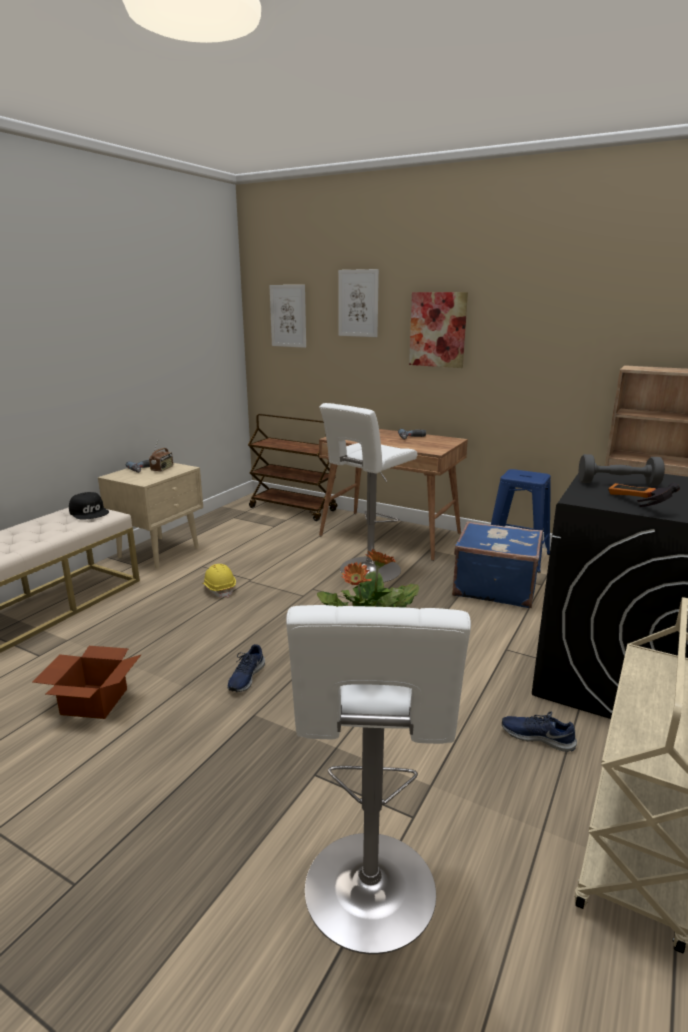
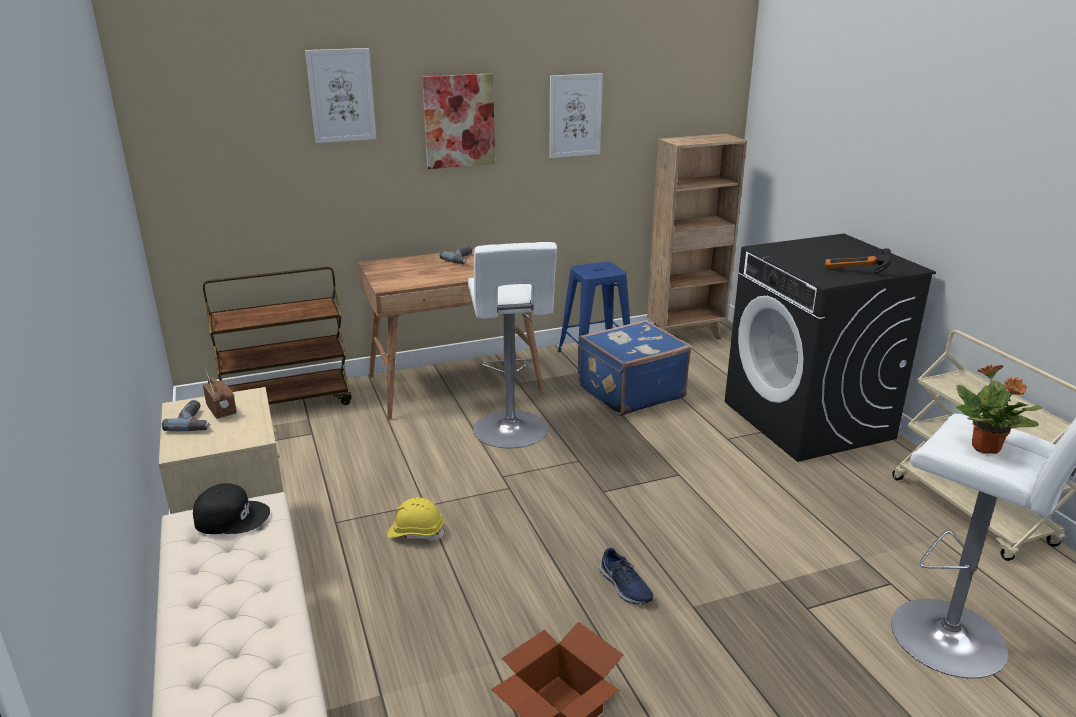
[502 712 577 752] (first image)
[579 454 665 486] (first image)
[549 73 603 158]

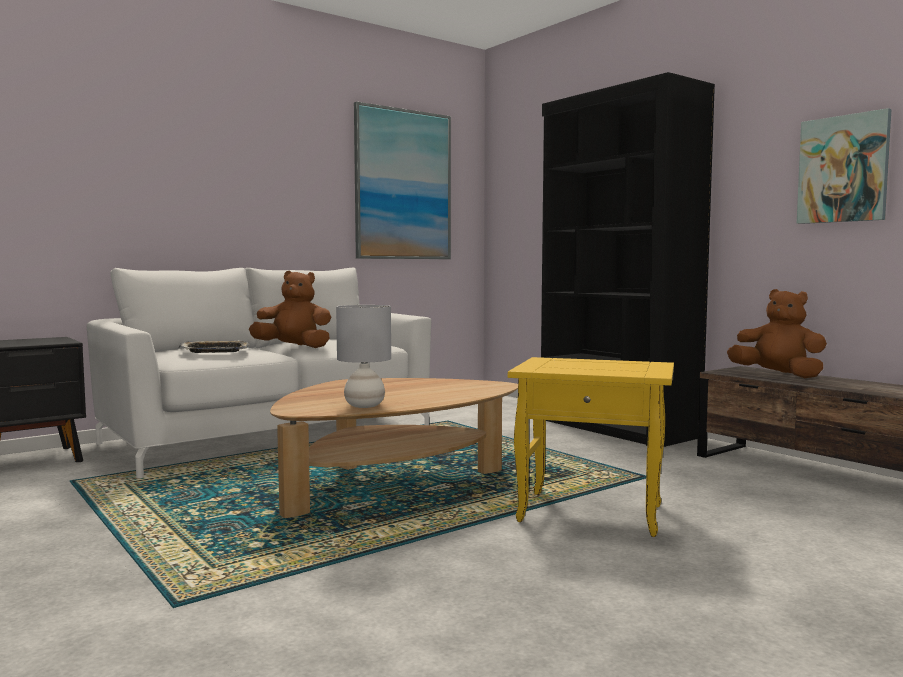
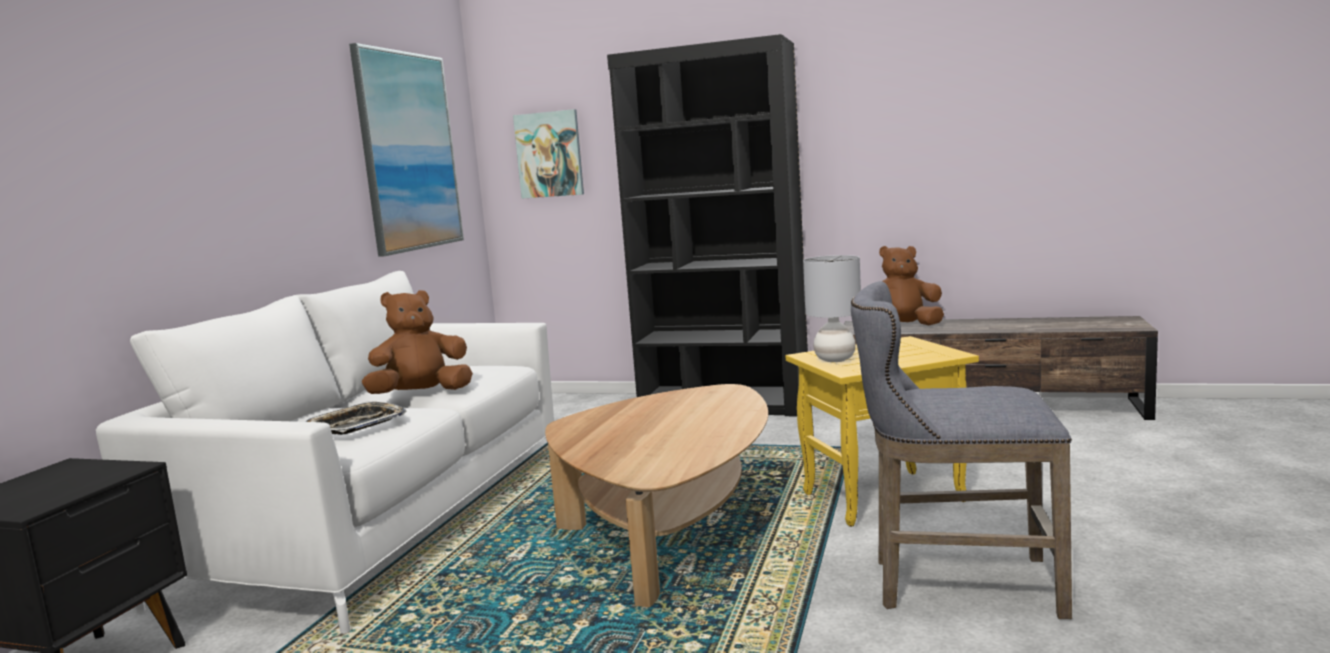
[851 281 1072 619]
[803 255 861 362]
[513 109 584 199]

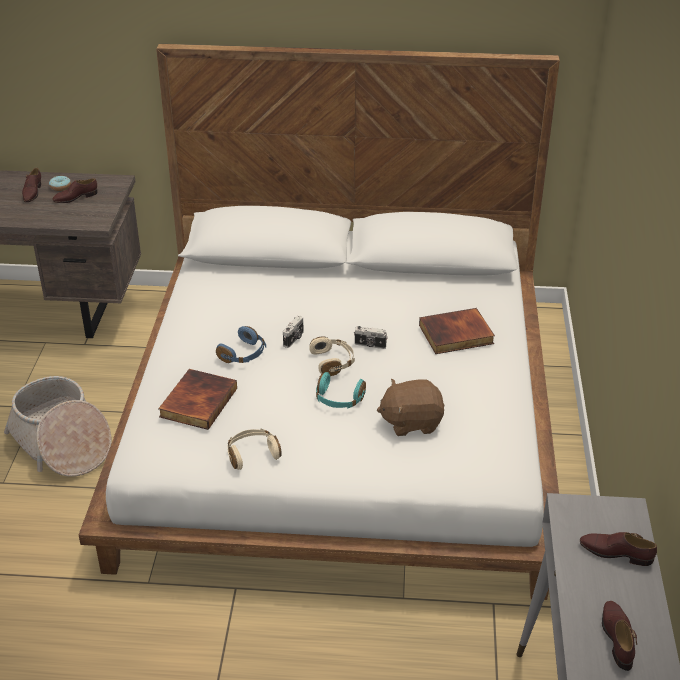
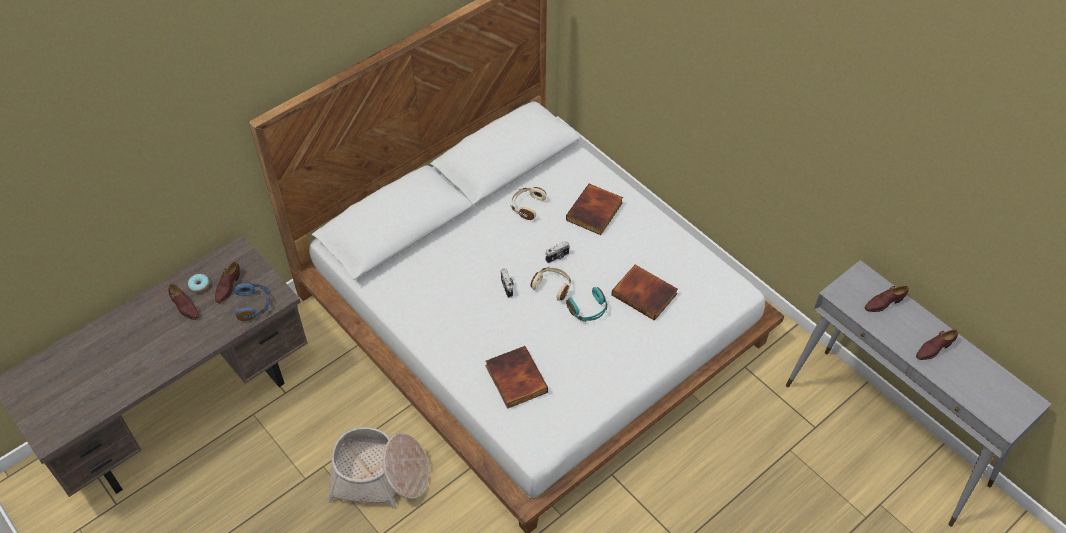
[234 282 270 321]
[510 187 546 220]
[612 264 678 321]
[916 329 958 360]

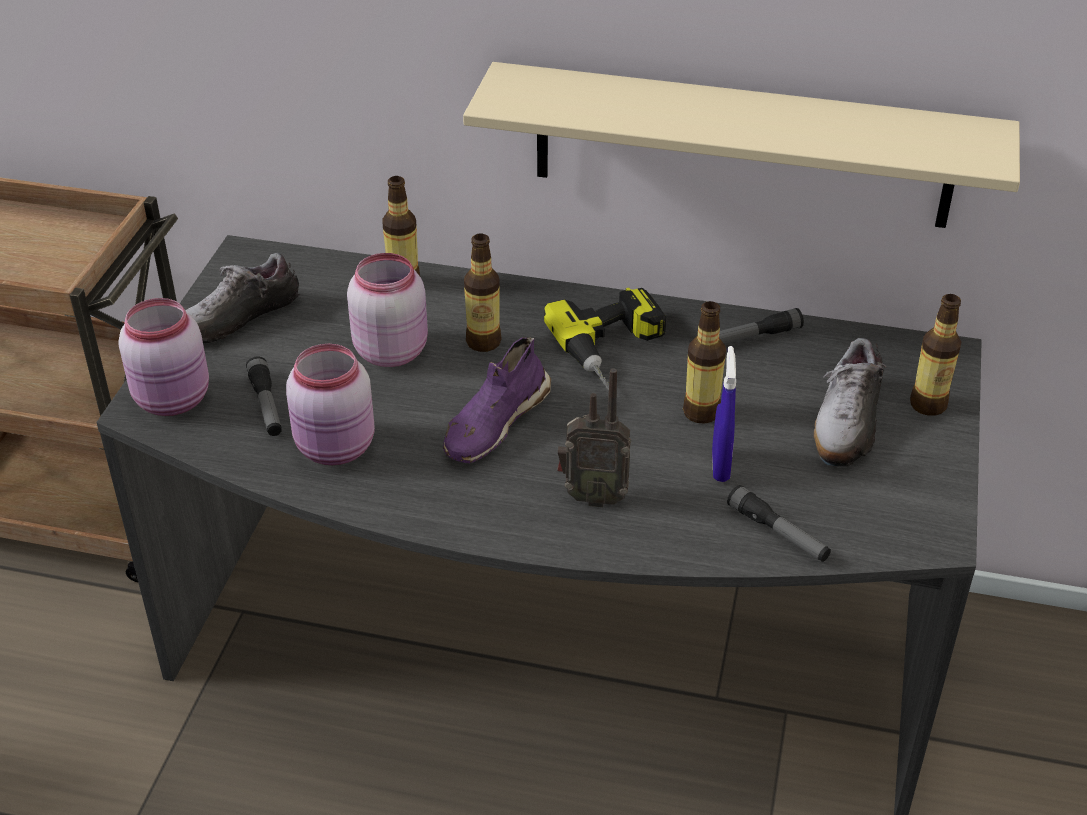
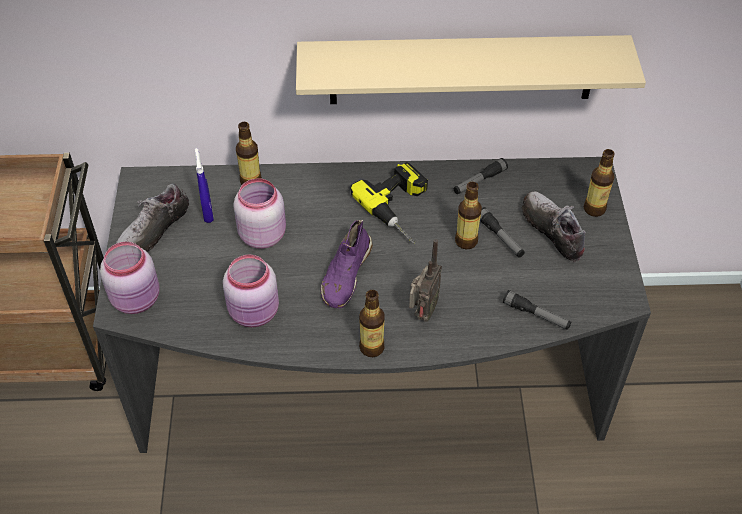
[480 207 525 258]
[359 290 385 357]
[195 148 214 223]
[409 239 442 322]
[521 191 586 262]

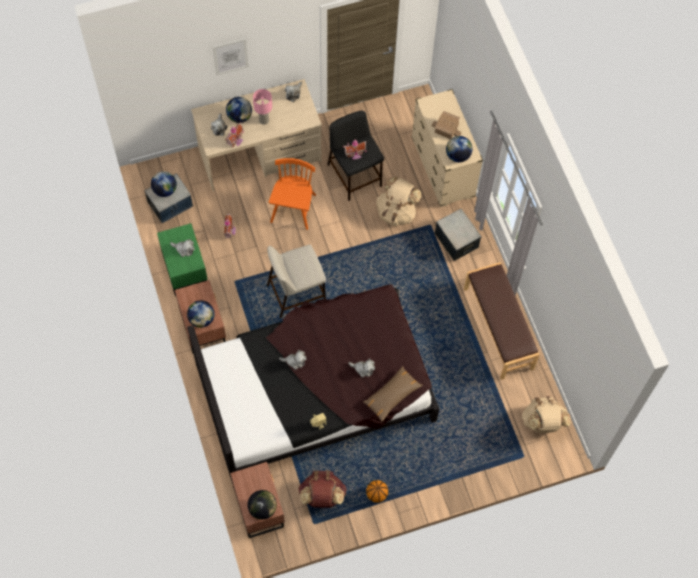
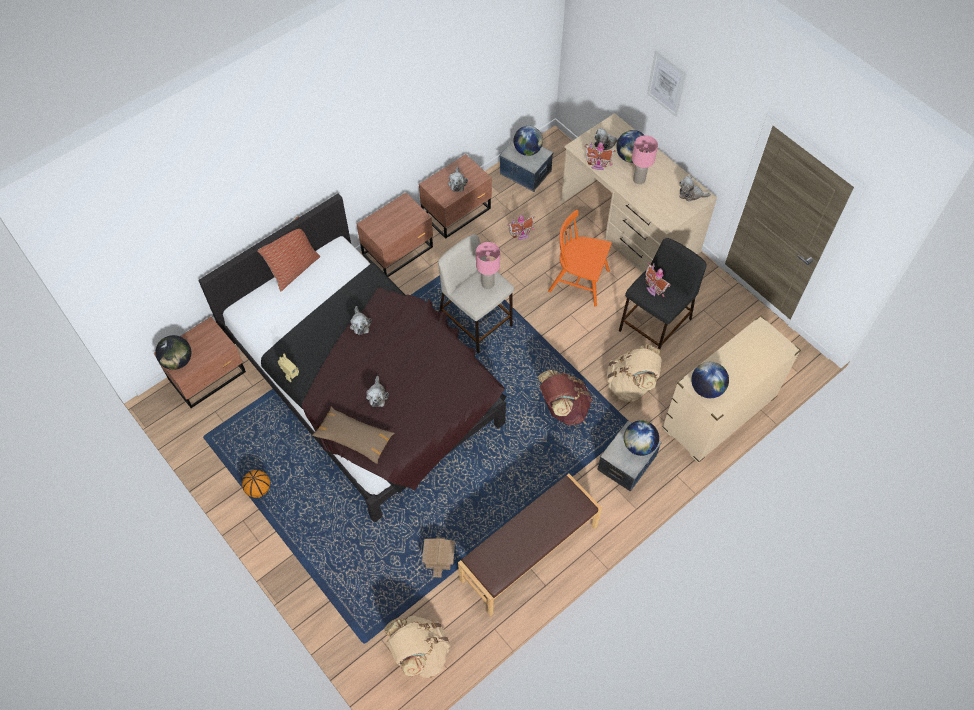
[257 216 320 291]
[476 242 500 289]
[624 420 659 456]
[538 370 592 425]
[422 537 455 578]
[419 154 492 239]
[548 209 612 307]

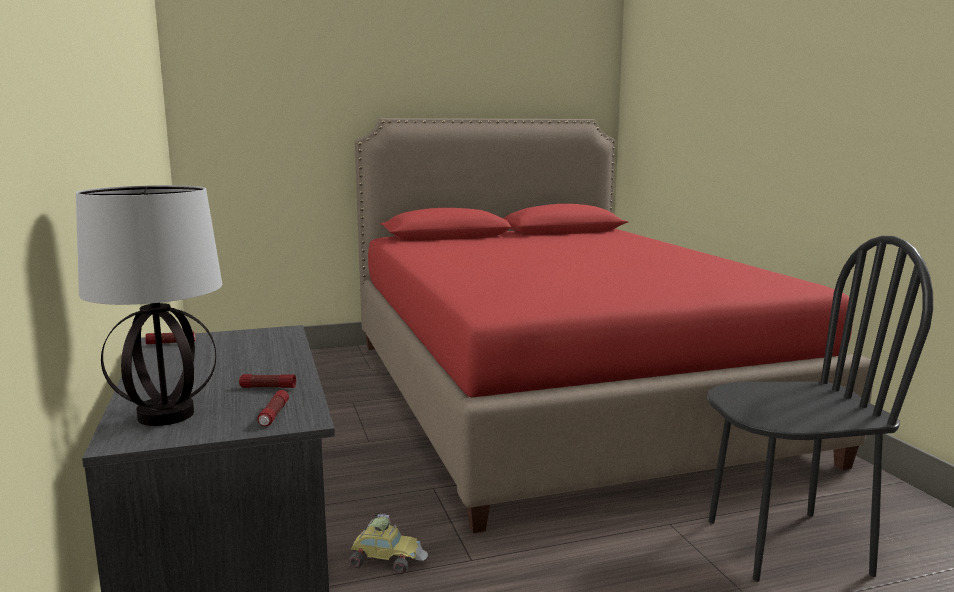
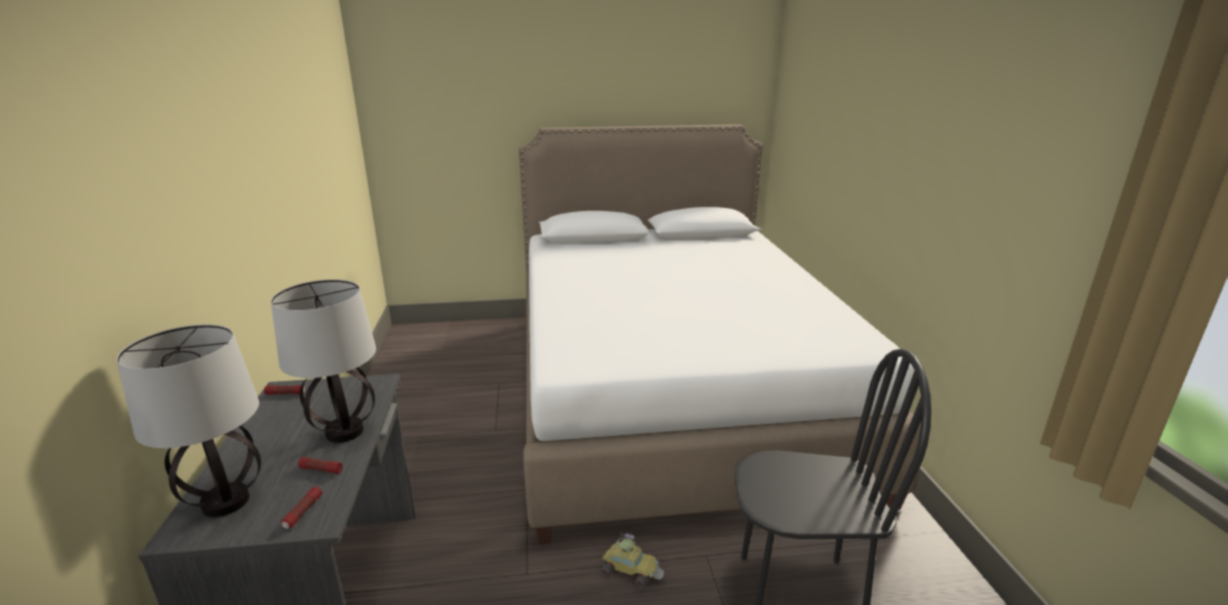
[271 279 376 443]
[600 533 664 588]
[519 124 921 545]

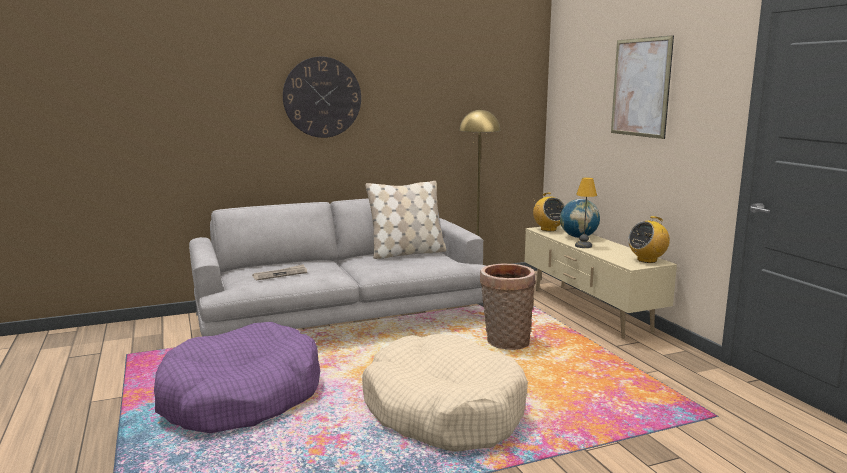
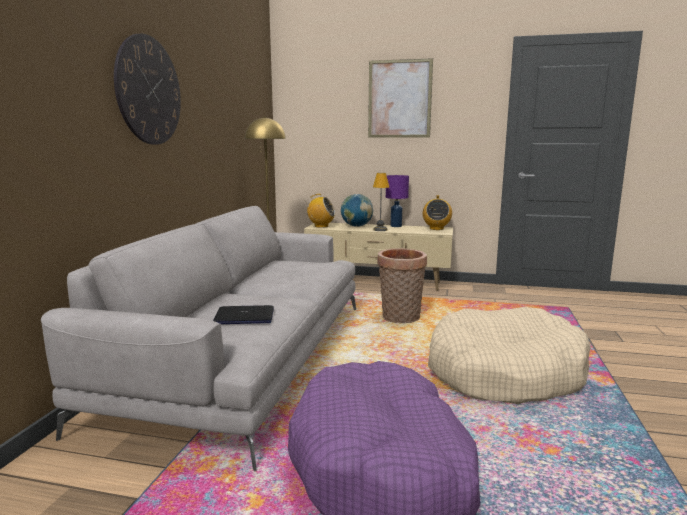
[365 181 446 259] (first image)
[386 175 409 227]
[213 305 274 324]

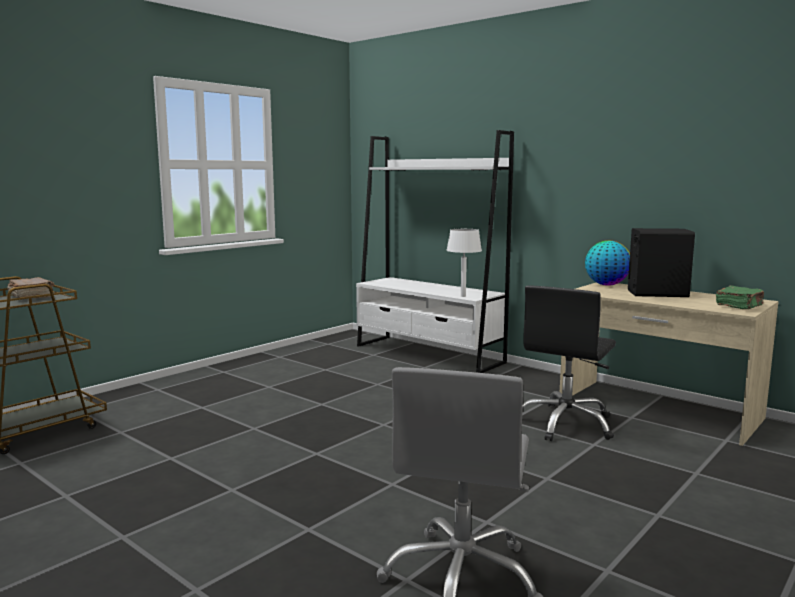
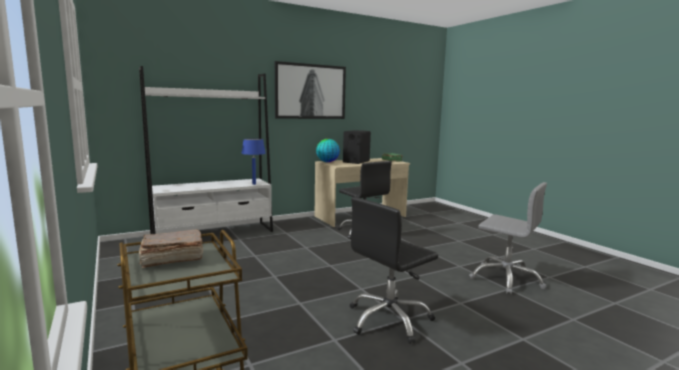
[275 61 346 119]
[350 197 438 344]
[241 139 266 185]

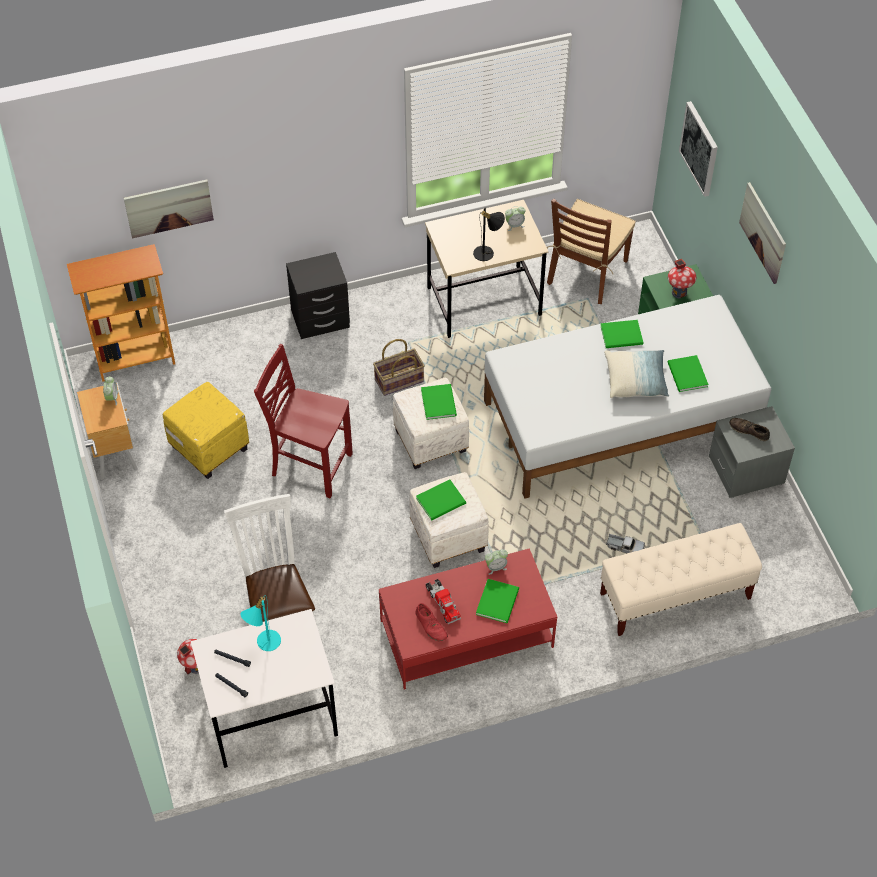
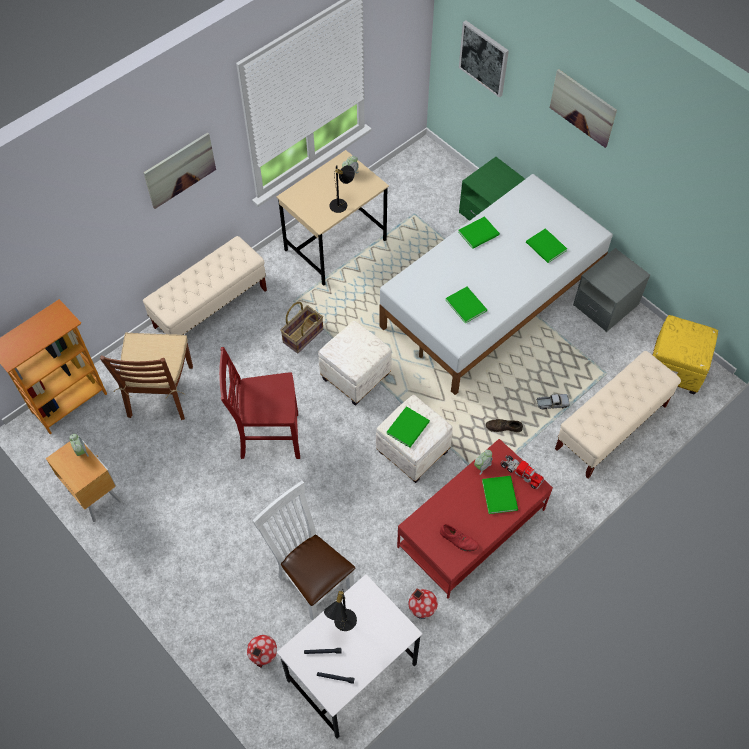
[604 350 669 398] (first image)
[143 132 216 209]
[653 315 718 395]
[446 287 487 323]
[500 454 544 489]
[100 333 193 420]
[409 588 438 619]
[486 419 523 432]
[143 236 267 335]
[324 591 357 631]

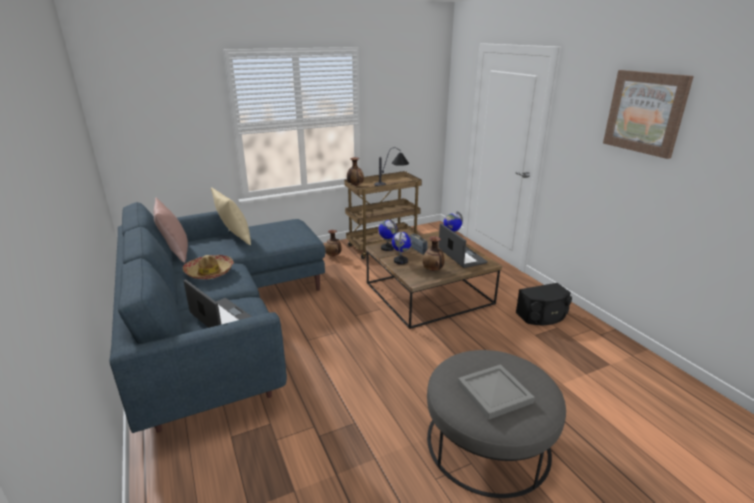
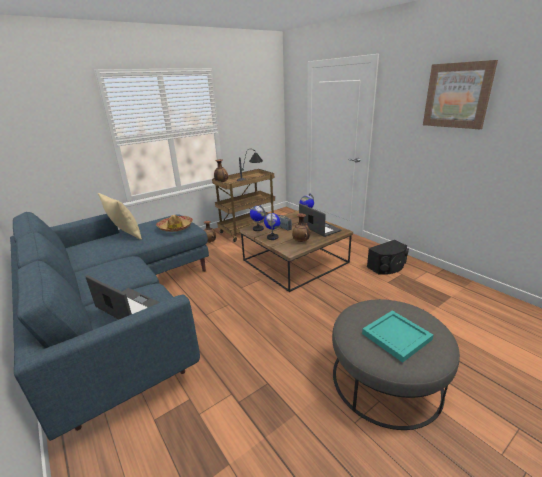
[154 198 188 263] (first image)
[156 215 193 232]
[362 311 433 363]

